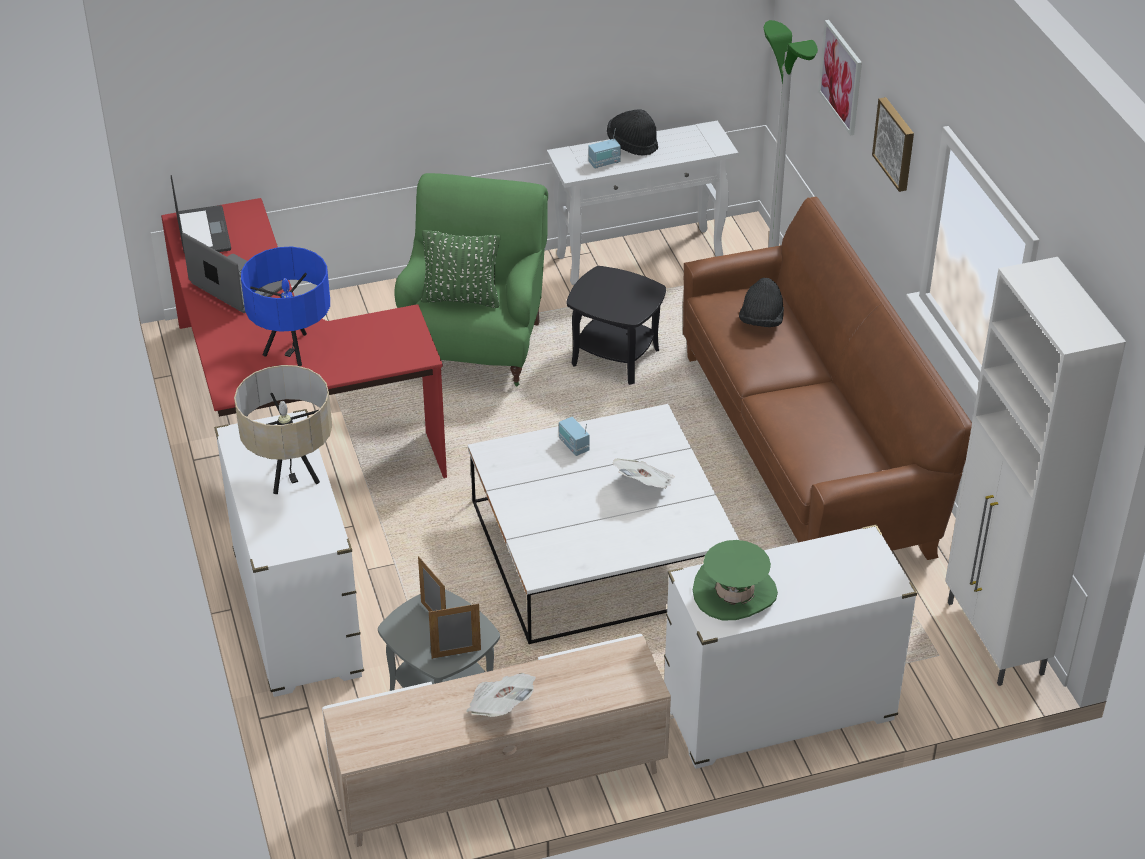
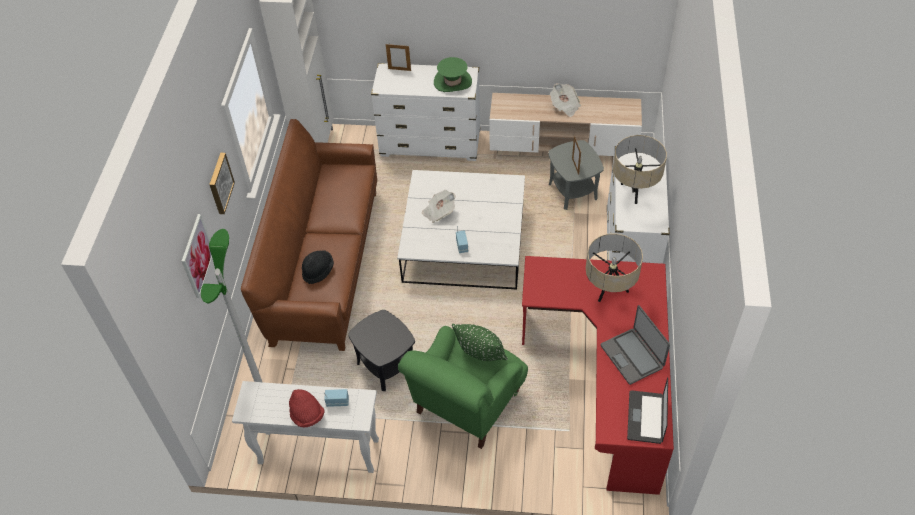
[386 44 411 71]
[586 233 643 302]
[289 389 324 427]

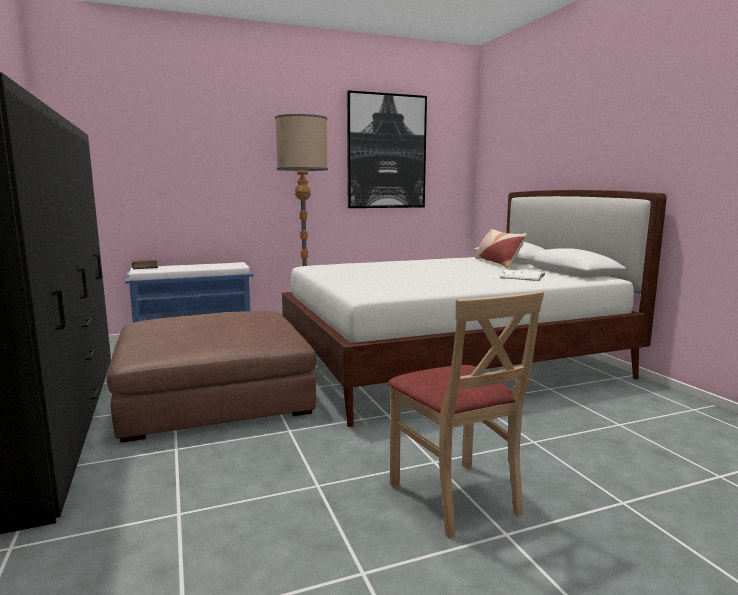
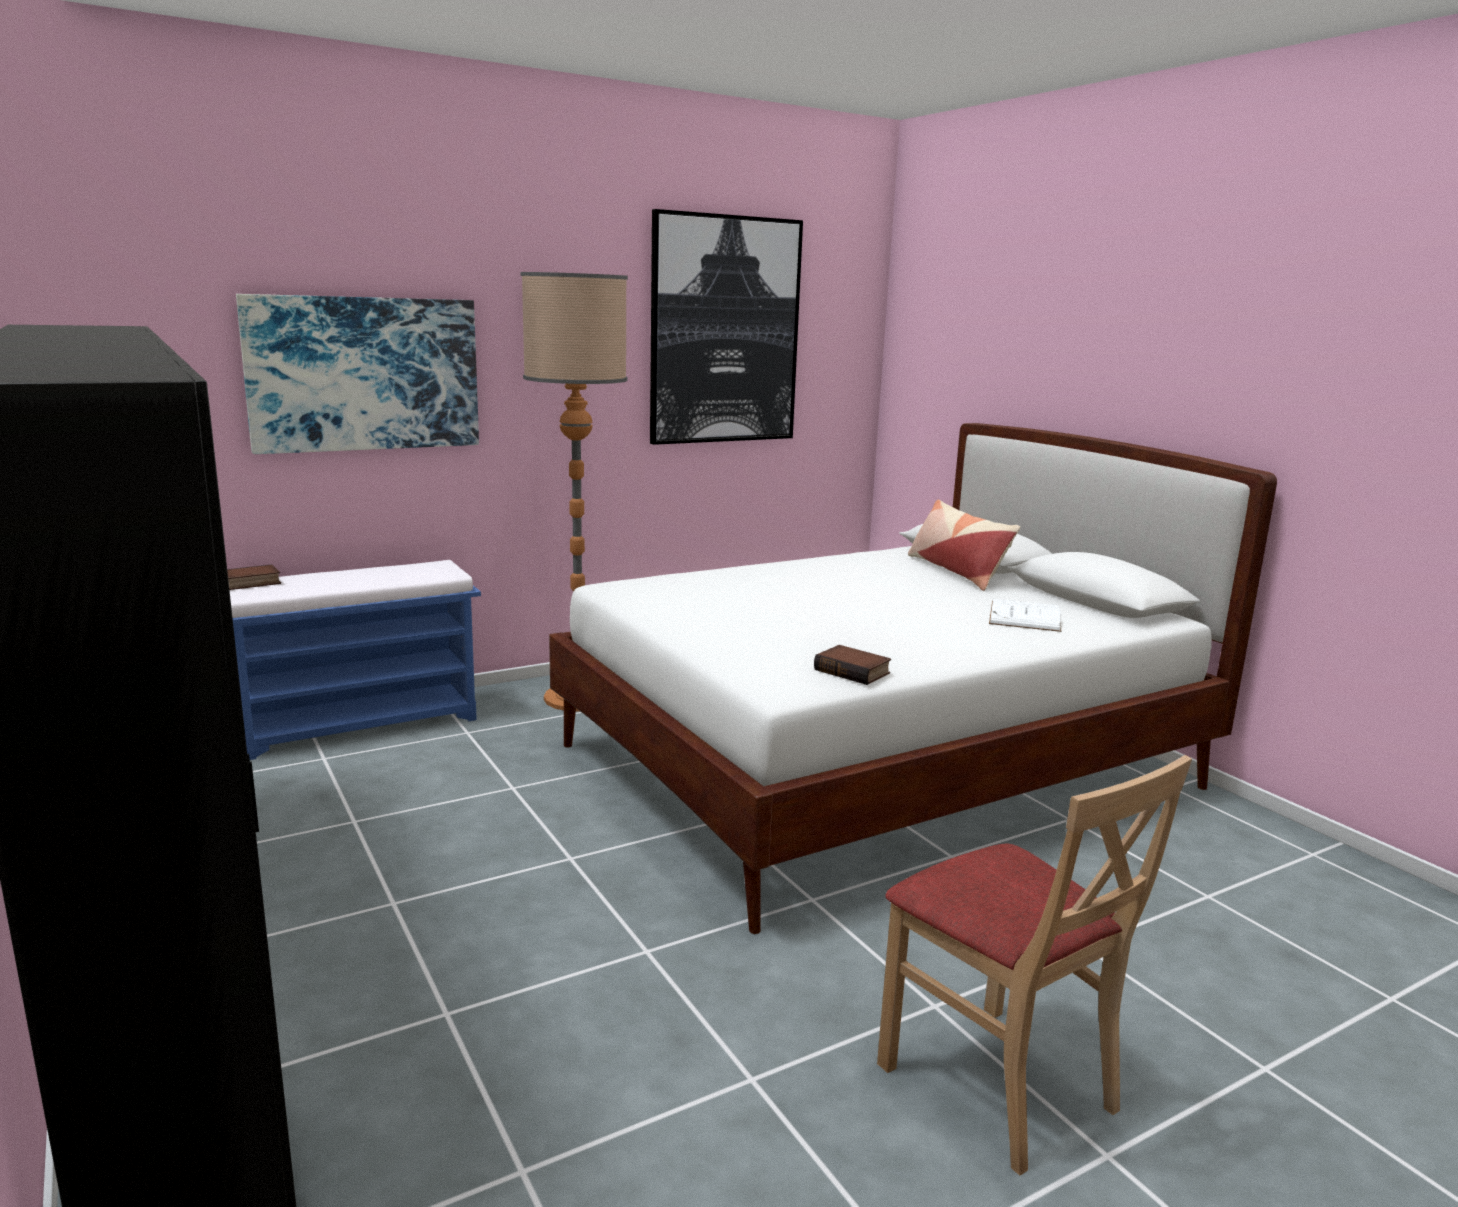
[107 311 316 443] (first image)
[236 294 479 454]
[814 645 891 685]

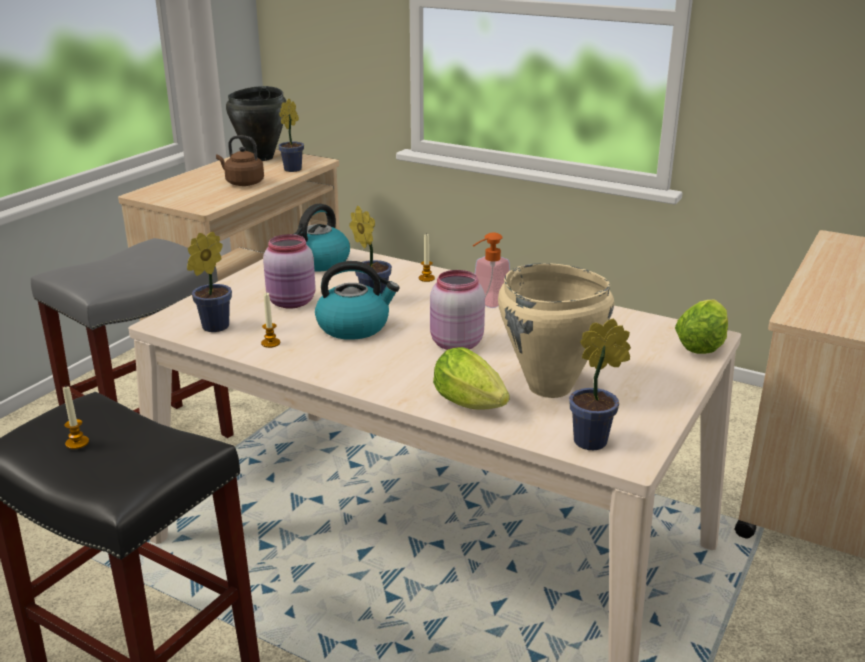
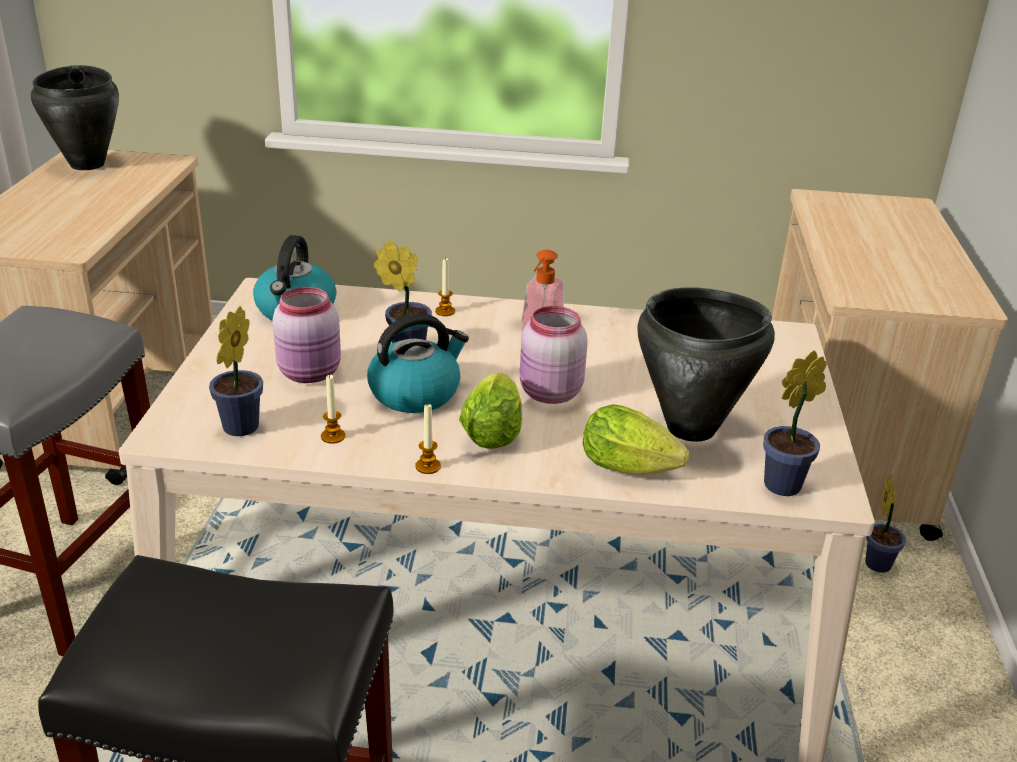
[216 136 264 186] (first image)
[415 404 441 474]
[865 476 906 573]
[459 373 522 449]
[637 287 775 442]

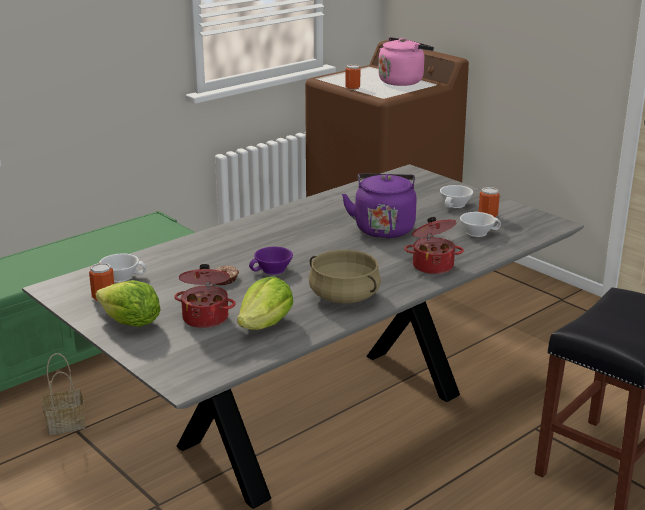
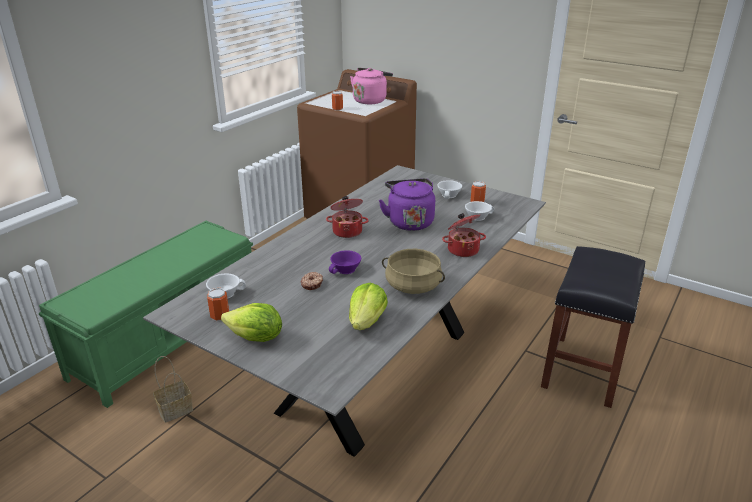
[326 196 369 238]

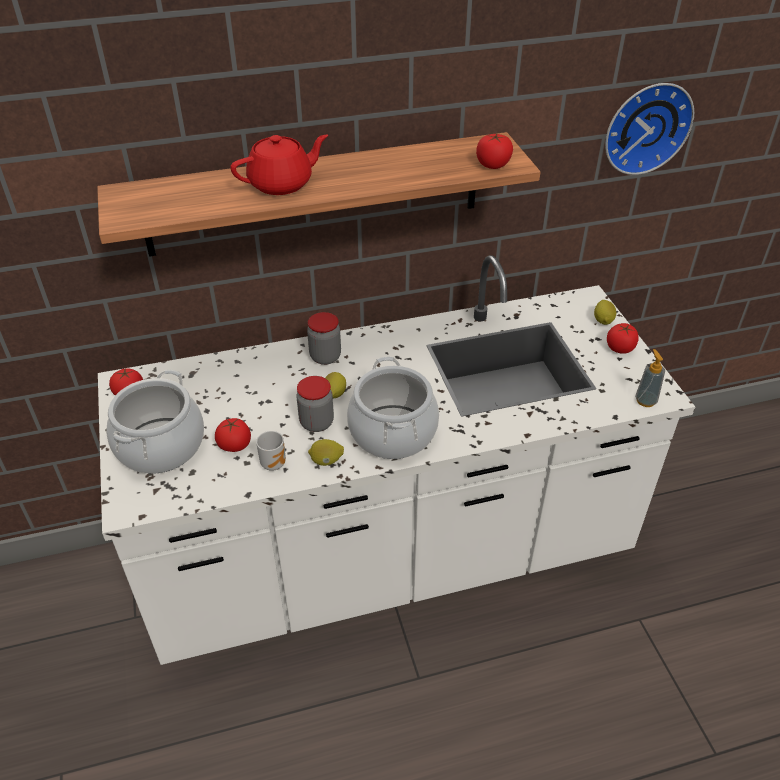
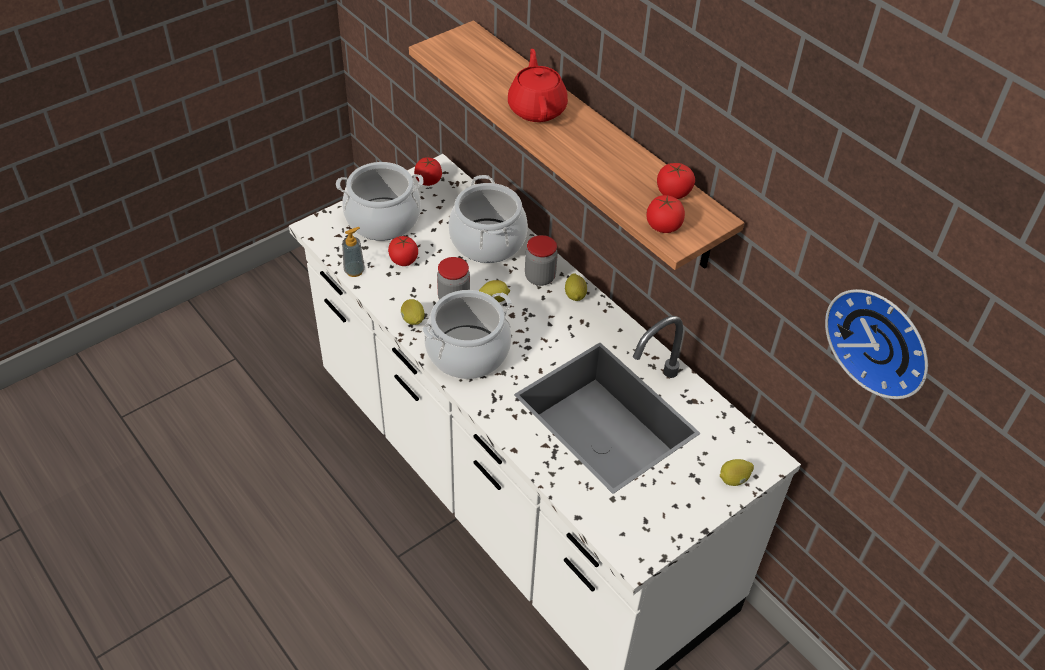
[256 431 286 471] (first image)
[448 175 528 263]
[565 273 587 301]
[657 163 695 199]
[342 227 365 277]
[508 49 568 122]

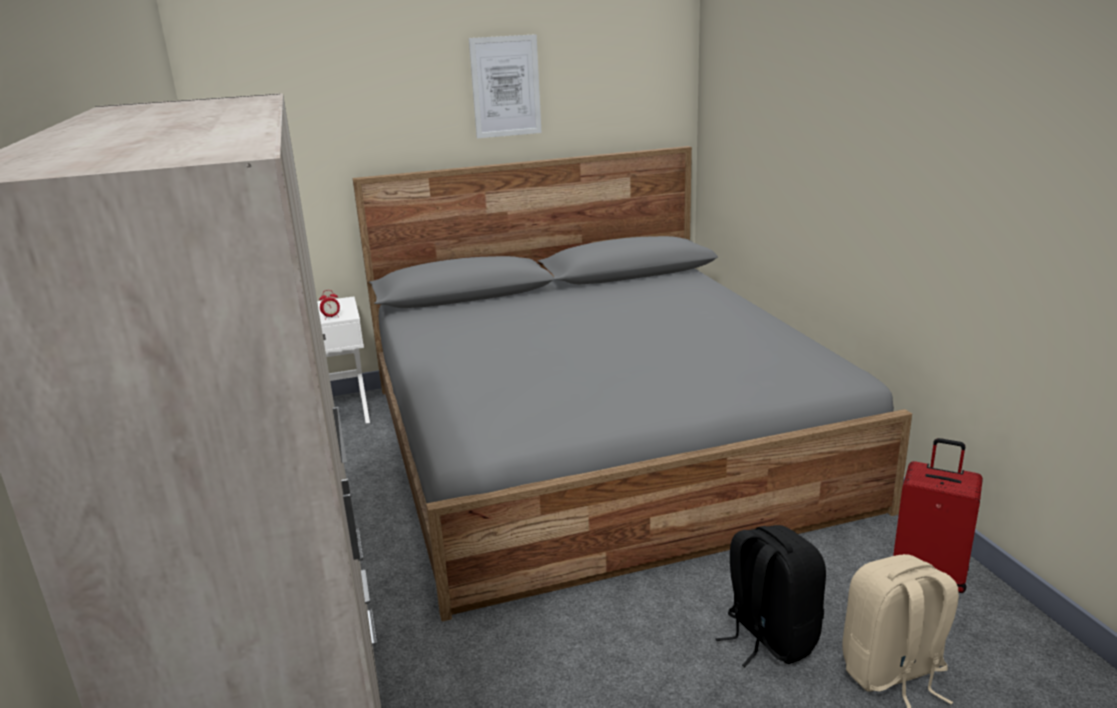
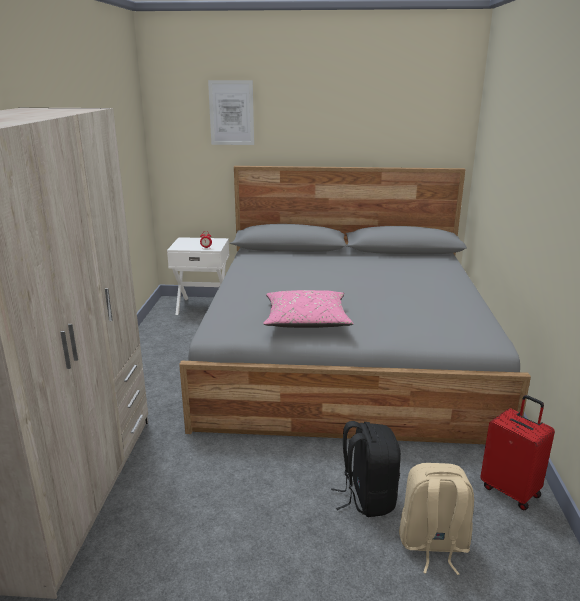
[263 290 354 328]
[208 80 254 145]

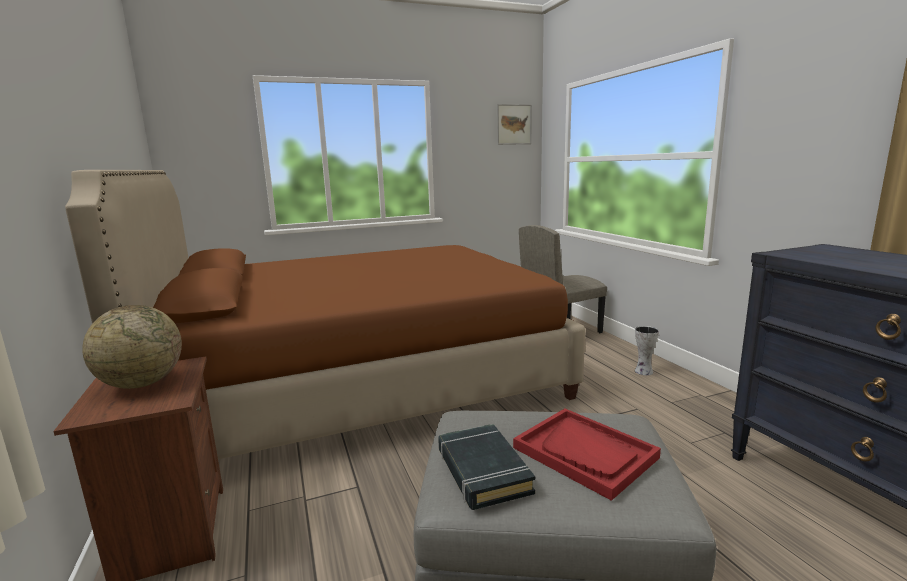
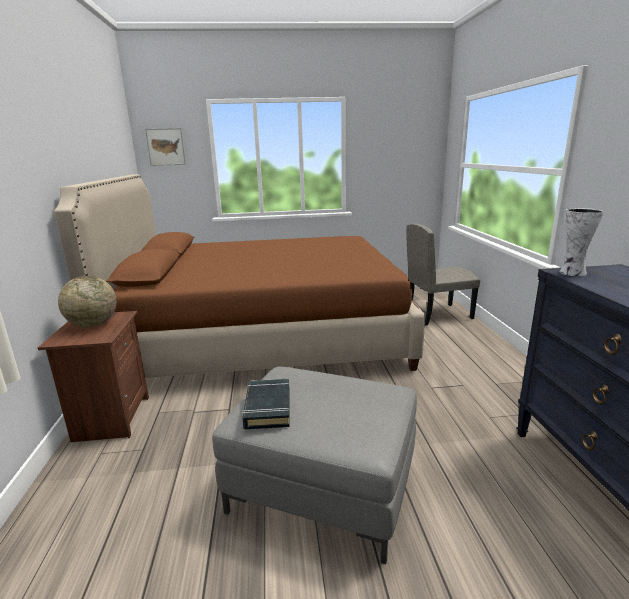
[513 408 661 501] (first image)
[145 128 186 166]
[559 208 603 276]

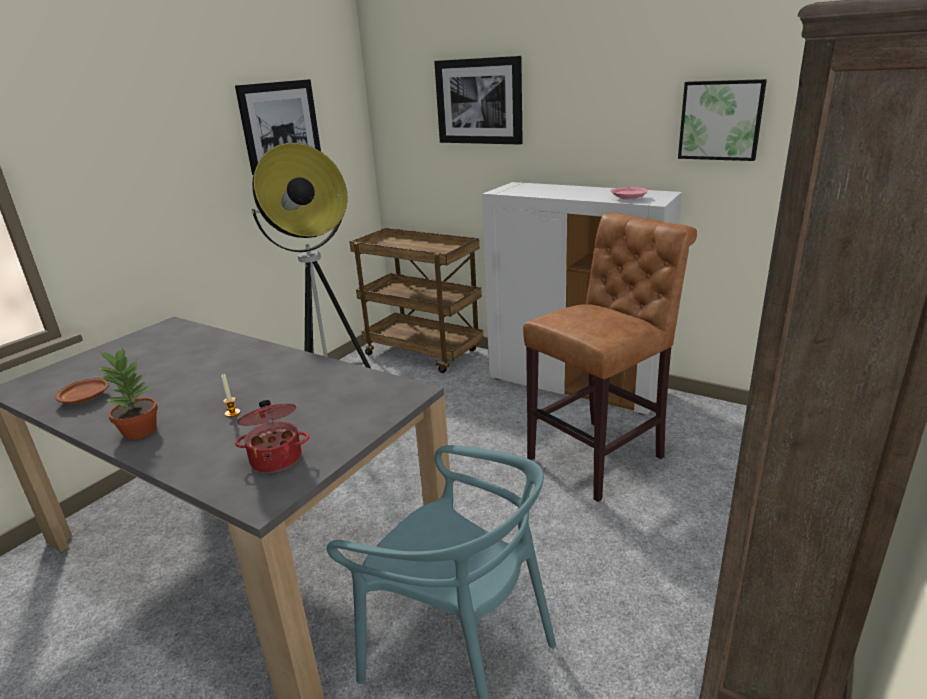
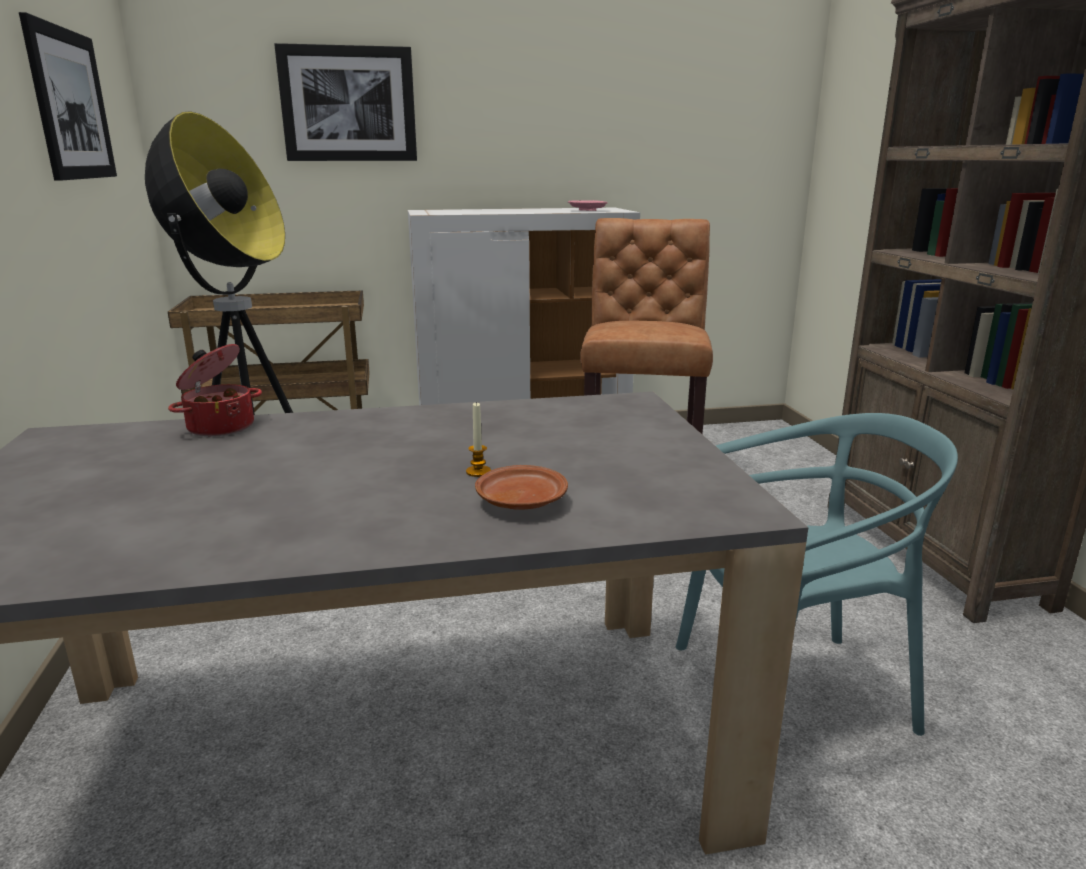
[96 348 158 440] (first image)
[678 79 767 161] (first image)
[475 465 568 510]
[168 344 262 437]

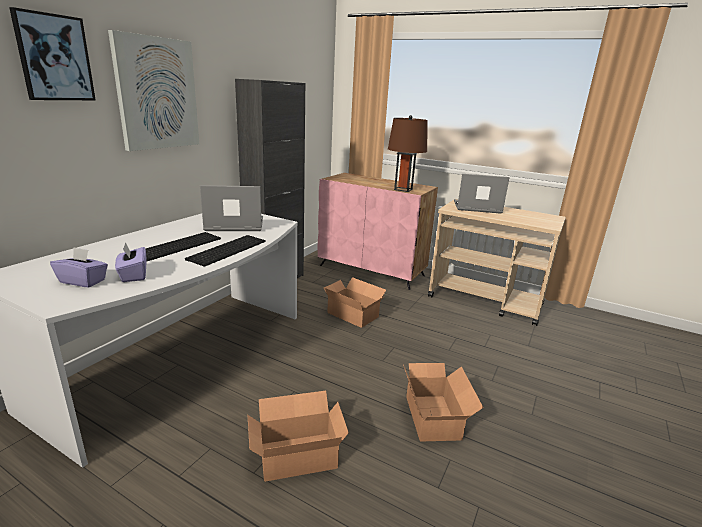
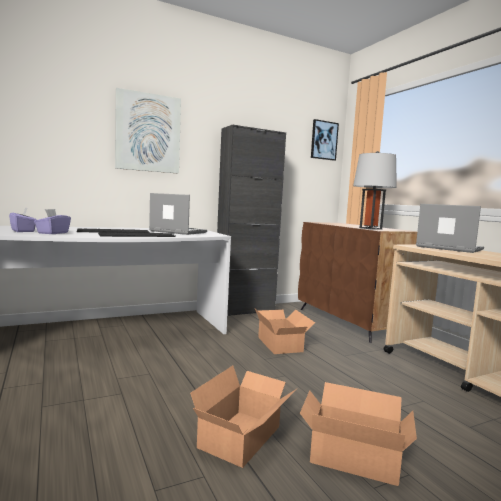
[311 119 339 161]
[300 382 417 486]
[298 222 417 343]
[353 151 397 230]

